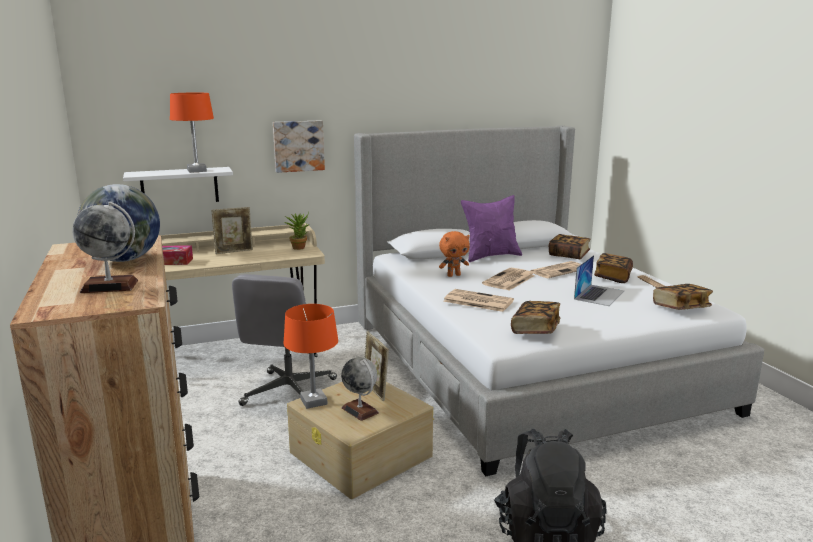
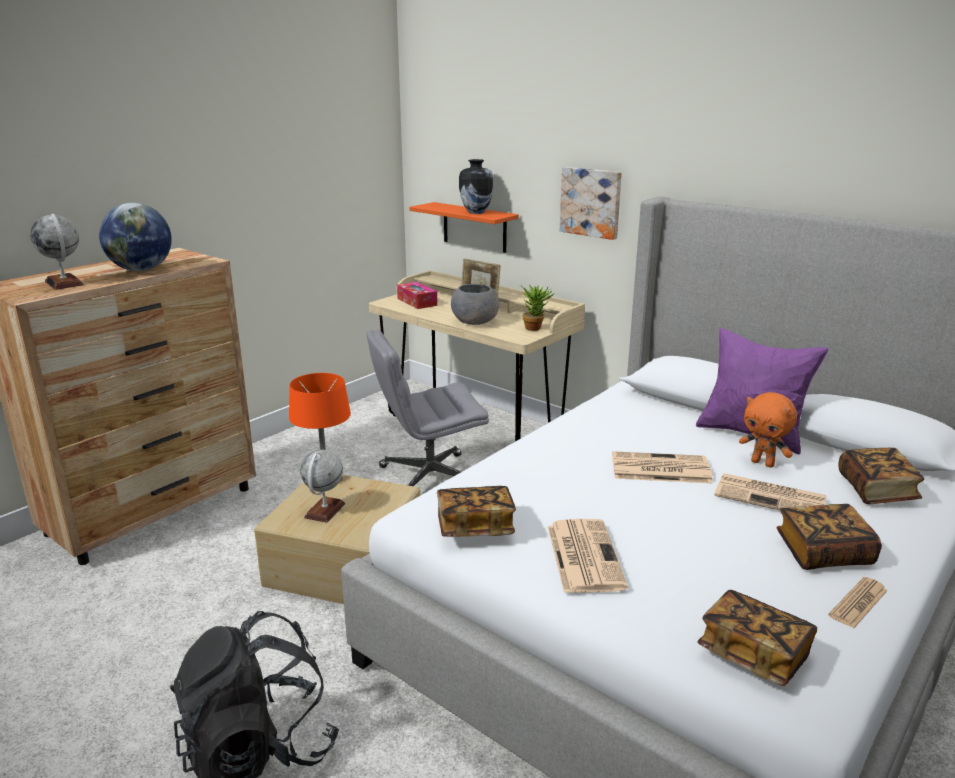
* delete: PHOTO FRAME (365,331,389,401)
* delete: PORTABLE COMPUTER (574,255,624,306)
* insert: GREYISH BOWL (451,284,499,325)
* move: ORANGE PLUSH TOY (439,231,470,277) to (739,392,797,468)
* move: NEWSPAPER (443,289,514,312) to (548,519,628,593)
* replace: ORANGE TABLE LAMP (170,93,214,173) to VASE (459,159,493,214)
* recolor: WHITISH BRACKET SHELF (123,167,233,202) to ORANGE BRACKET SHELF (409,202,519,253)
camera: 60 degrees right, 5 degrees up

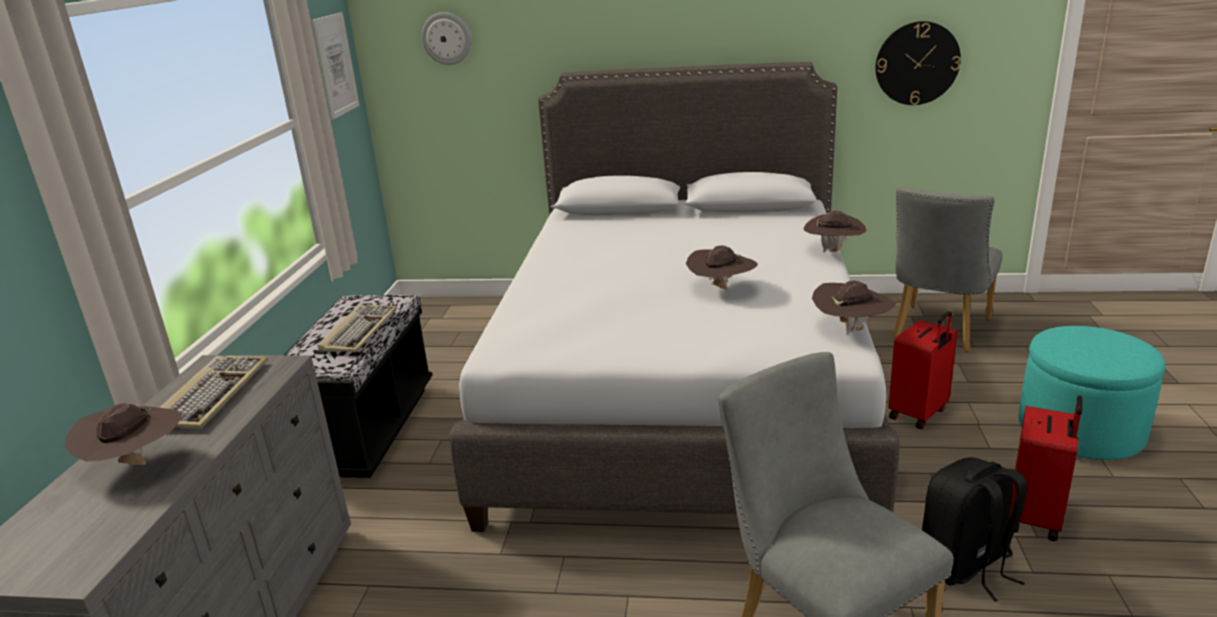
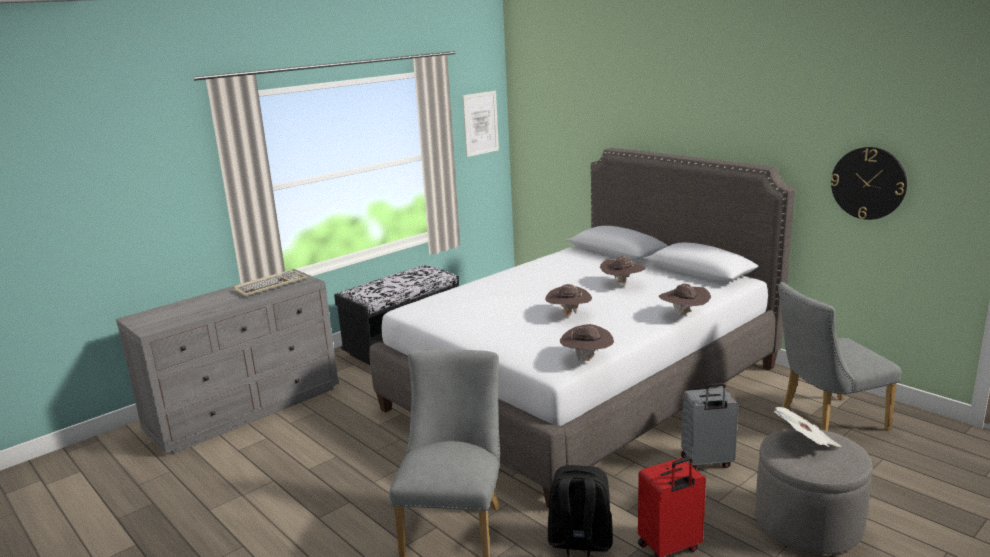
* delete: KEYBOARD (318,304,397,352)
* delete: HANGING CLOCK (422,12,471,65)
* insert: NEWSPAPER (774,407,841,447)
* move: BROWN-COLOURED CLOTHING HAT (64,403,182,465) to (600,256,646,285)
* recolor: REDDISH TRAVEL CASE (888,311,958,429) to GREYISH TRAVEL CASE (681,383,739,469)
* recolor: TURQUOISE OTTOMAN (1019,326,1165,460) to GREYISH OTTOMAN (755,428,873,554)
camera: 40 degrees right, 5 degrees down

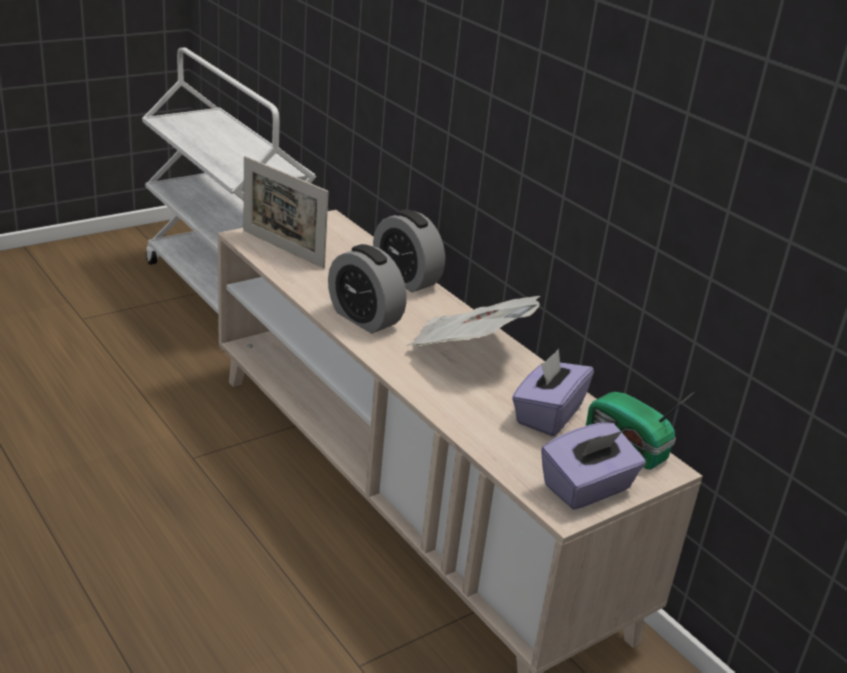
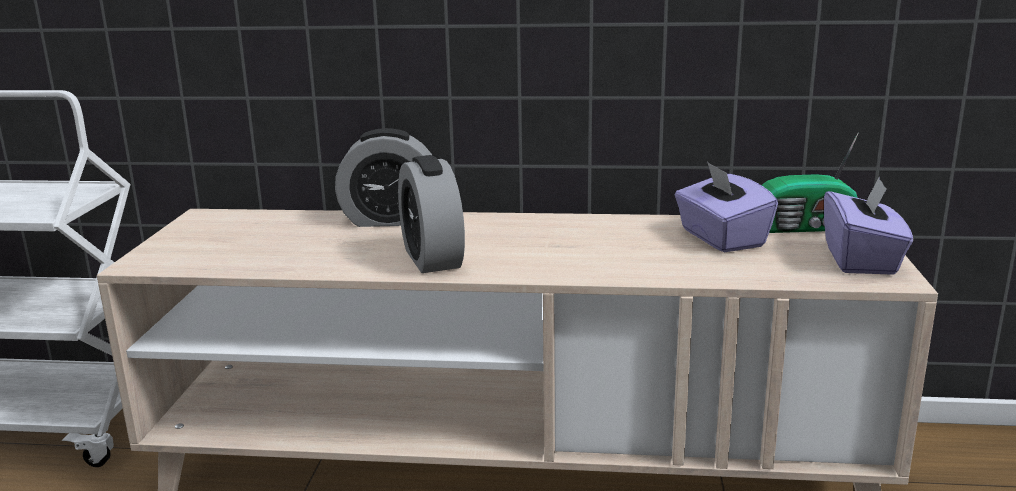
* delete: PHOTO FRAME (244,156,329,269)
* delete: NEWSPAPER (407,296,540,346)
* rotate: BEDSIDE CLOCK (328,244,407,334) = (398,155,465,273) 75 degrees clockwise
camera: 45 degrees left, 10 degrees down

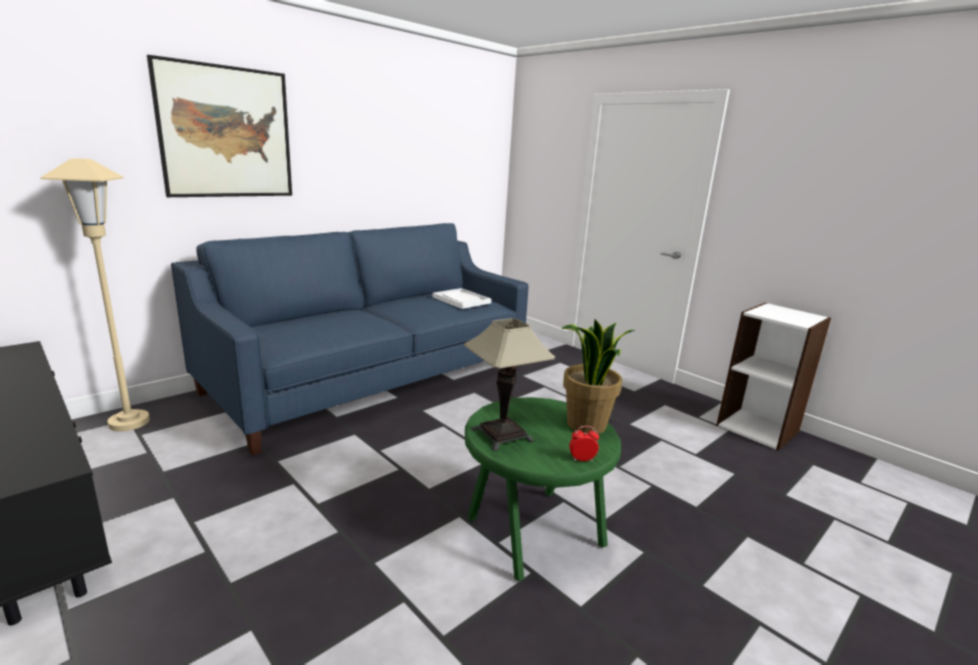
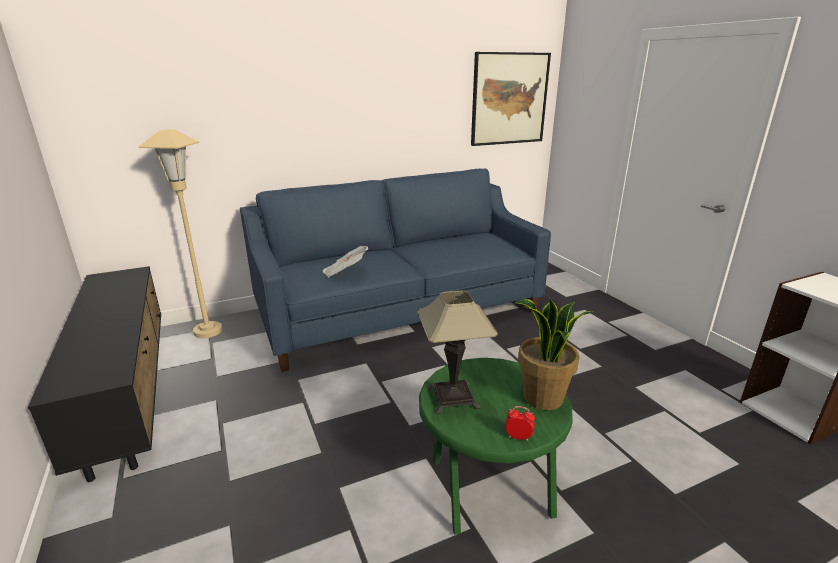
* delete: WHITISH SERVING TRAY (432,288,491,309)
* insert: NEWSPAPER (323,246,368,278)
* move: WALL ART (147,55,292,197) to (471,52,551,146)
camera: 20 degrees right, 5 degrees up

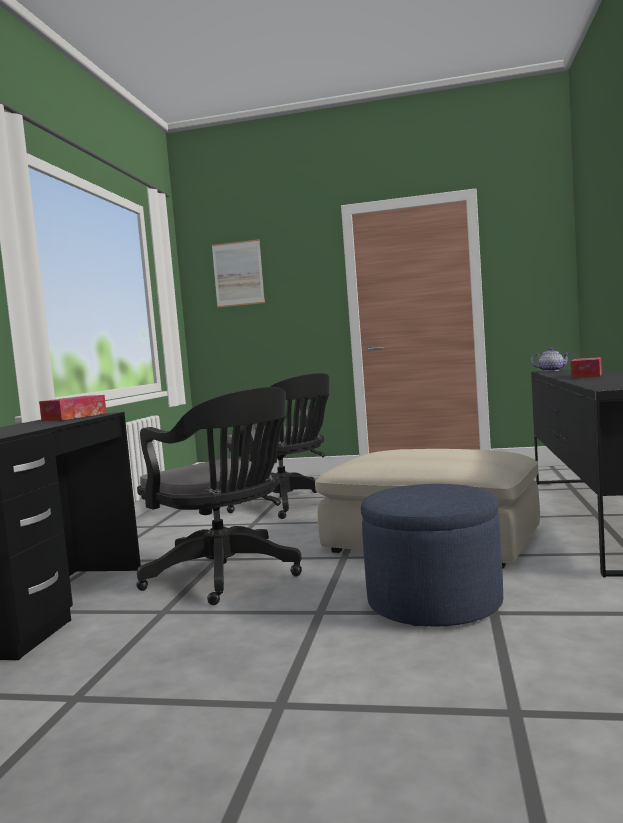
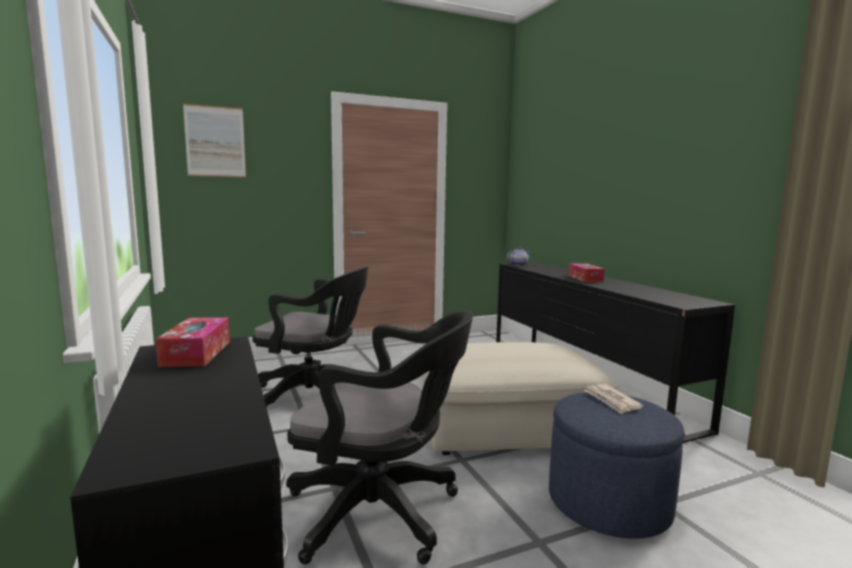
* insert: NEWSPAPER (584,384,643,414)
camera: 35 degrees left, 5 degrees up

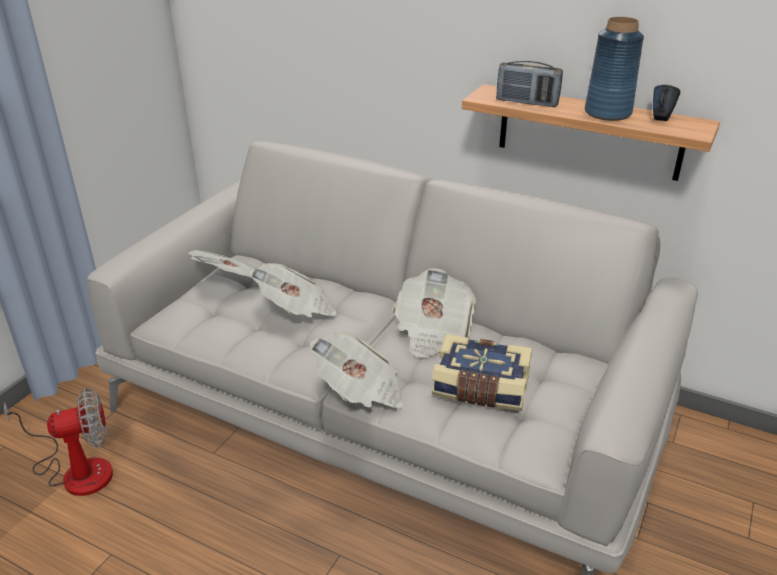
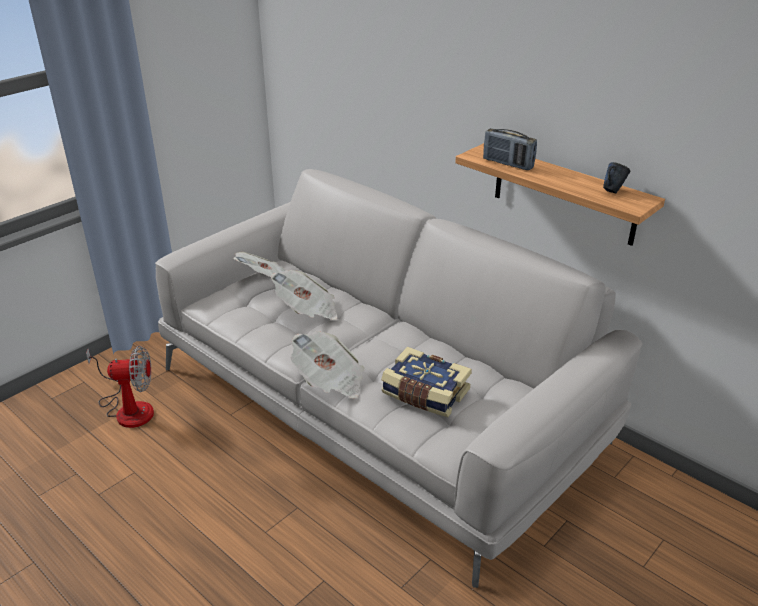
* delete: NEWSPAPER (393,268,476,358)
* delete: BLUE VASE (585,17,644,121)
camera: 15 degrees right, 0 degrees up

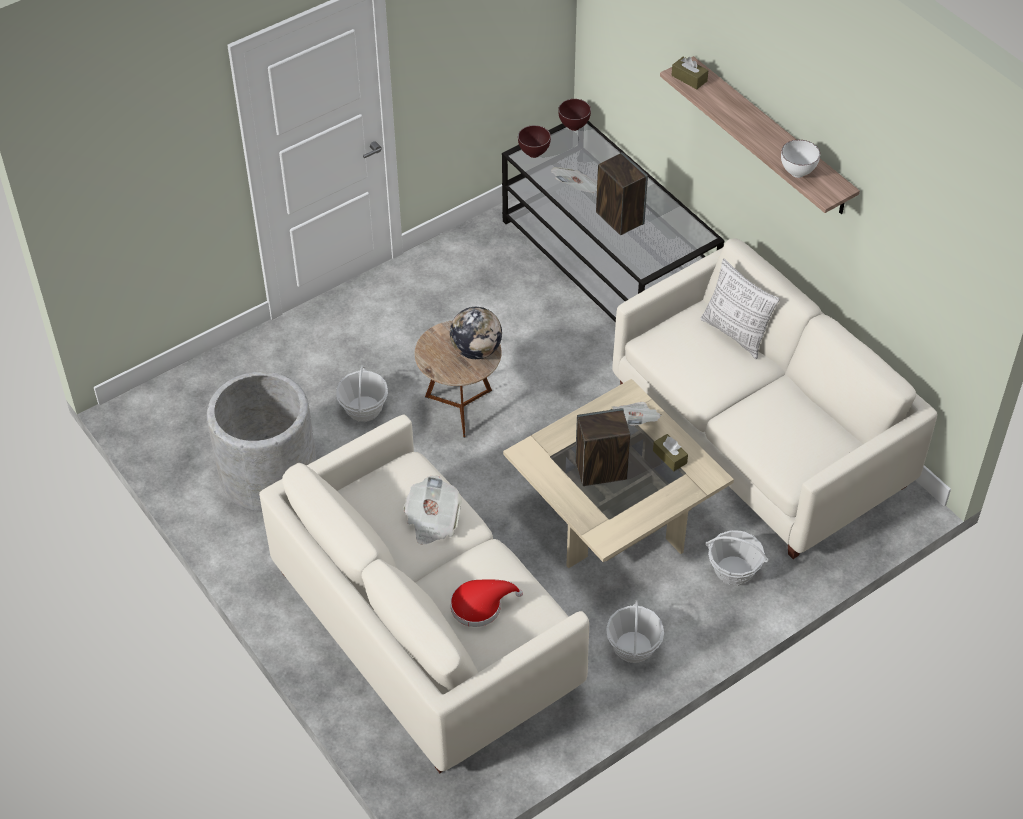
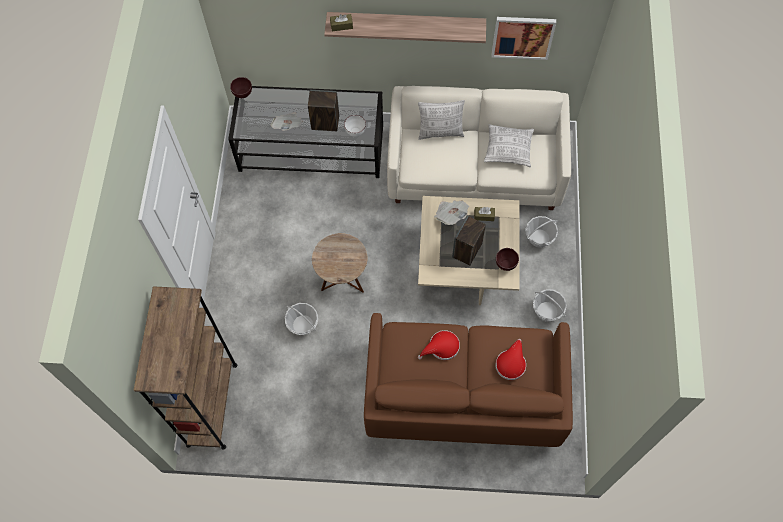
* delete: GREYISH PLANT POT (207,371,317,512)
* delete: GLOBE (450,307,502,359)
* insert: BROWN-COLOURED SHELVING UNIT (133,286,237,450)
* insert: THROW PILLOW (484,124,534,167)
* insert: WALL ART (491,17,556,60)
* move: BROWN-COLOURED BOWL (518,125,551,158) to (496,248,519,271)
* move: WHITISH BOWL (781,140,820,178) to (344,115,366,137)
* replace: NEWSPAPER (404,475,462,545) to REDDISH CLOTHING HAT (418,330,460,360)
* recolor: WHITISH COUCH (259,414,589,773) to BROWN-COLOURED COUCH (364,313,573,447)
camera: 50 degrees left, 15 degrees up

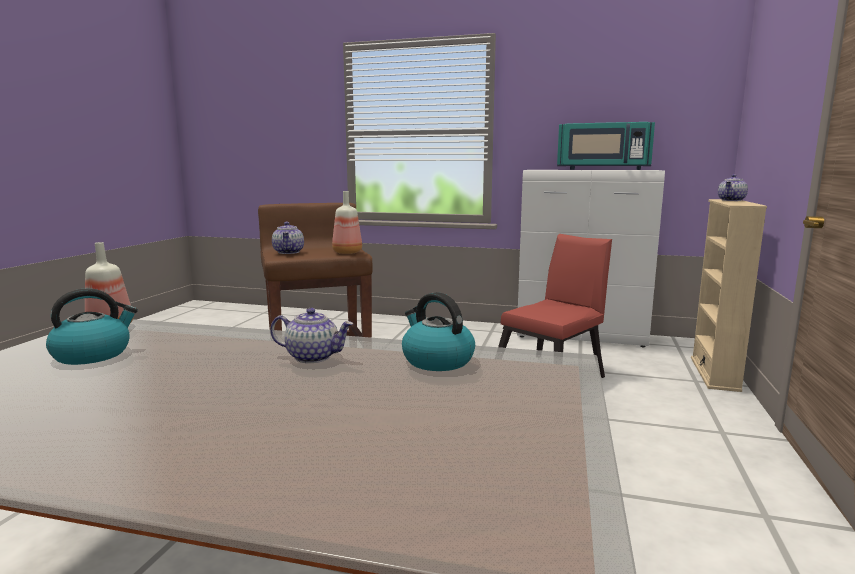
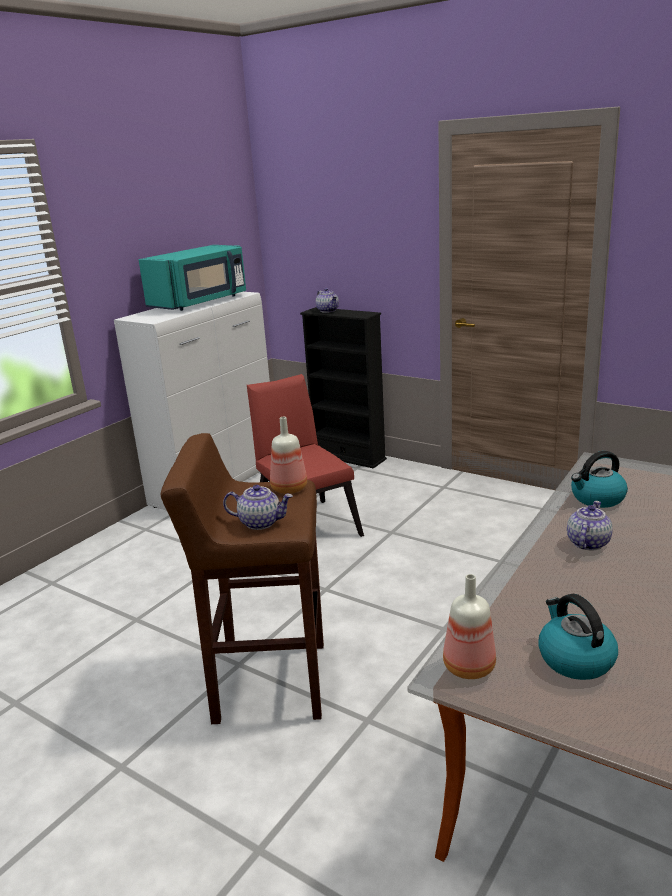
* recolor: BEIGE SHELVING UNIT (691,199,767,392) to BLACK SHELVING UNIT (300,307,387,468)
camera: 70 degrees left, 10 degrees up

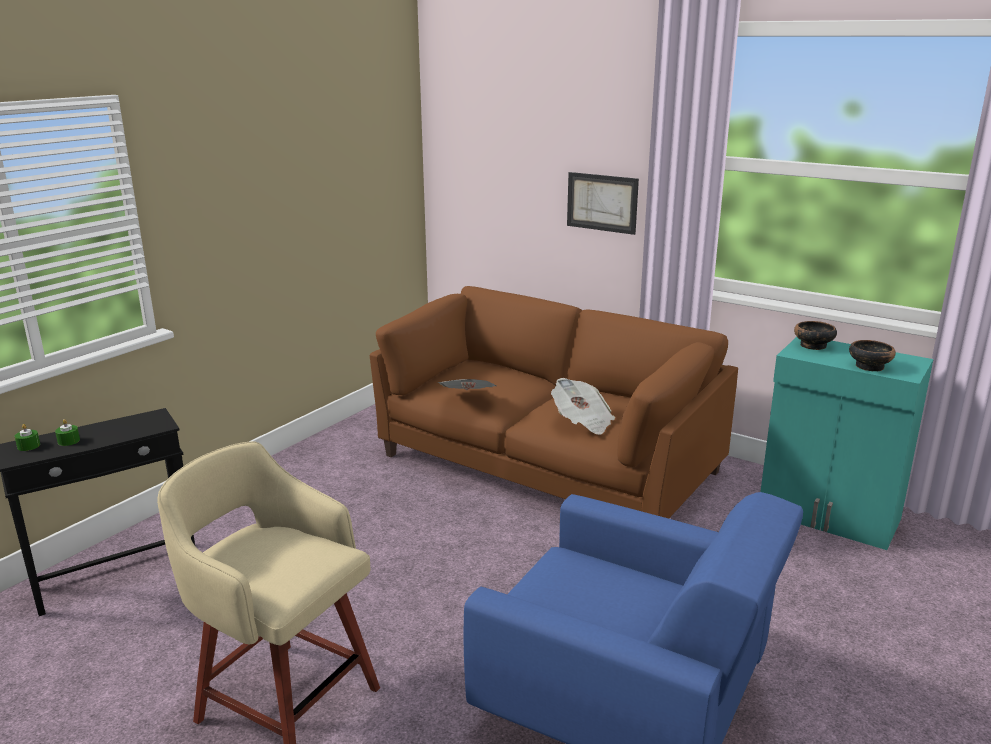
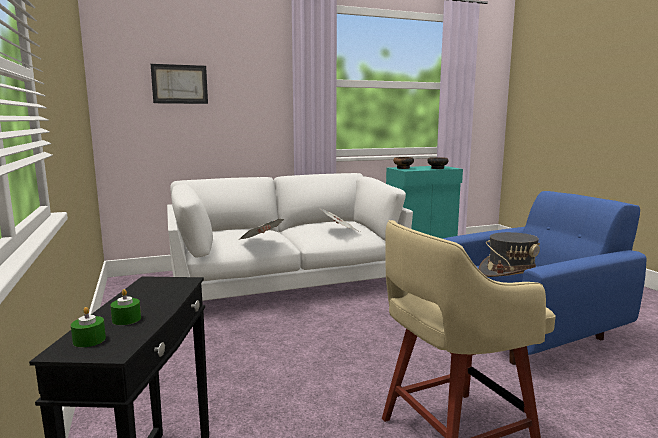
* insert: GREYISH CLOTHING HAT (479,232,540,277)
* move: WALL ART (567,172,639,235) to (151,64,208,104)
* recolor: BROWN-COLOURED COUCH (370,286,738,518) to WHITISH COUCH (167,173,413,301)
camera: 55 degrees left, 10 degrees down

